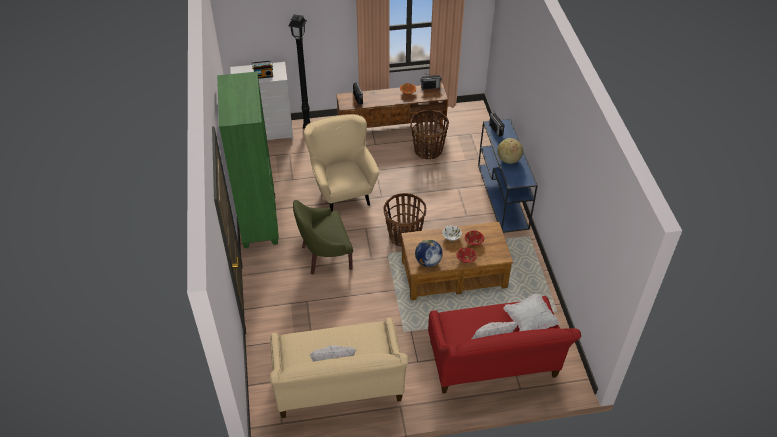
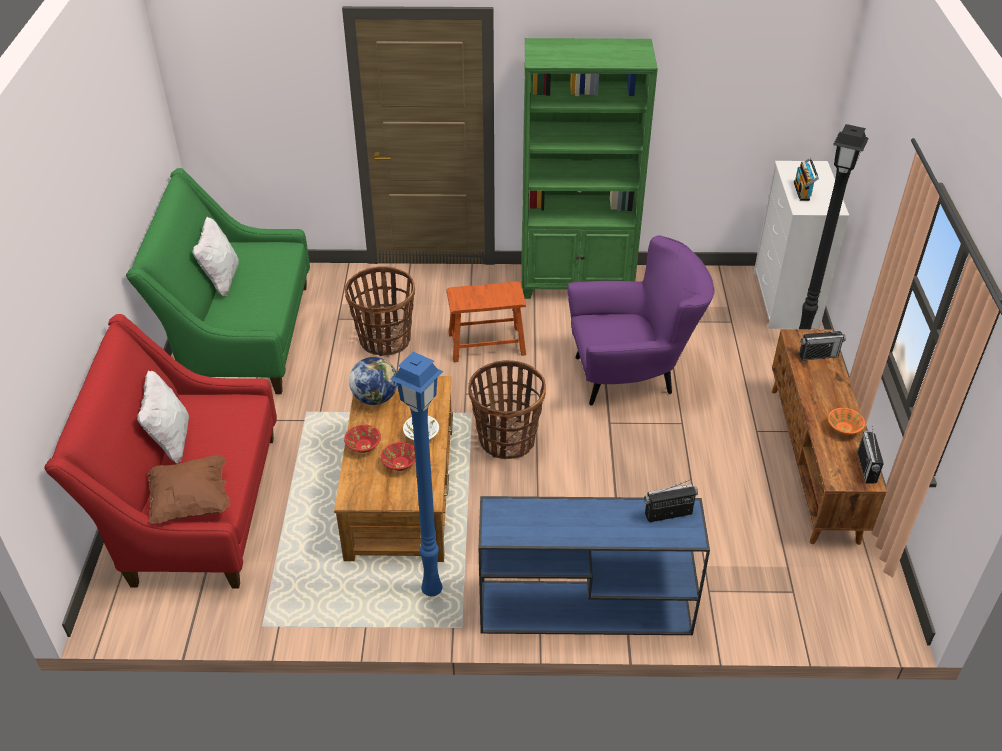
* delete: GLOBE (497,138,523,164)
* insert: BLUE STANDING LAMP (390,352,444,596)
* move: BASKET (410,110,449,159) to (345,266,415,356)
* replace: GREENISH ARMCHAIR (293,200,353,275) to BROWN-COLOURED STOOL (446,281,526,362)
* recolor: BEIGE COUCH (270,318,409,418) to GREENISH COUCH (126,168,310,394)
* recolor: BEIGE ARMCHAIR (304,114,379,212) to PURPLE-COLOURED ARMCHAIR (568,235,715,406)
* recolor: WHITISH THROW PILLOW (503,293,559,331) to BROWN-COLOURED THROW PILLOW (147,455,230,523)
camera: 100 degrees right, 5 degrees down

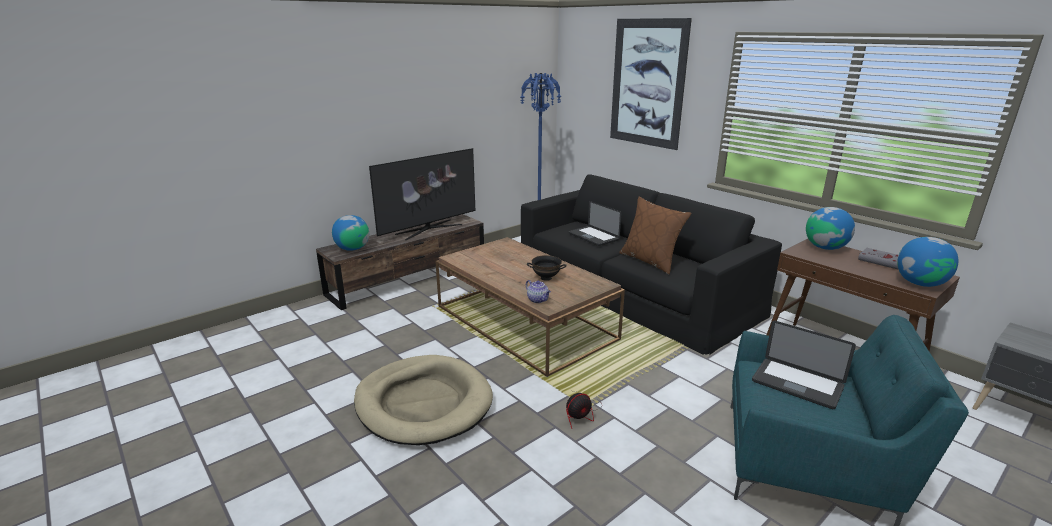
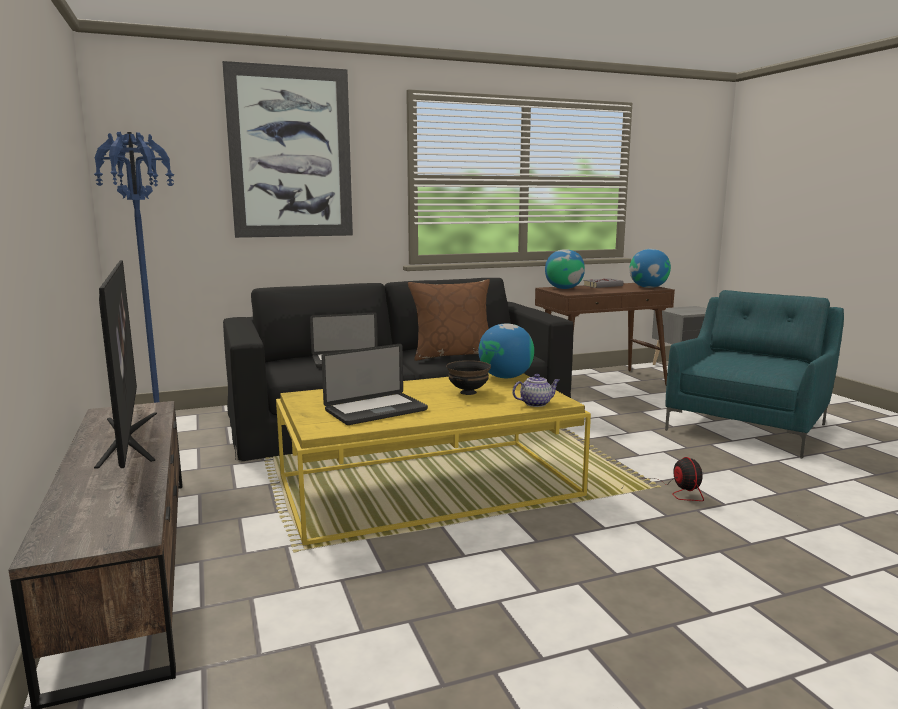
* delete: BEIGE PET BED (354,355,493,445)
* move: GLOBE (332,215,369,251) to (478,323,534,378)
* move: PORTABLE COMPUTER (752,321,856,409) to (322,344,428,425)
* recolor: BROWN-COLOURED LOW TABLE (435,237,625,377) to YELLOW LOW TABLE (276,373,591,546)
camera: 70 degrees left, 10 degrees down

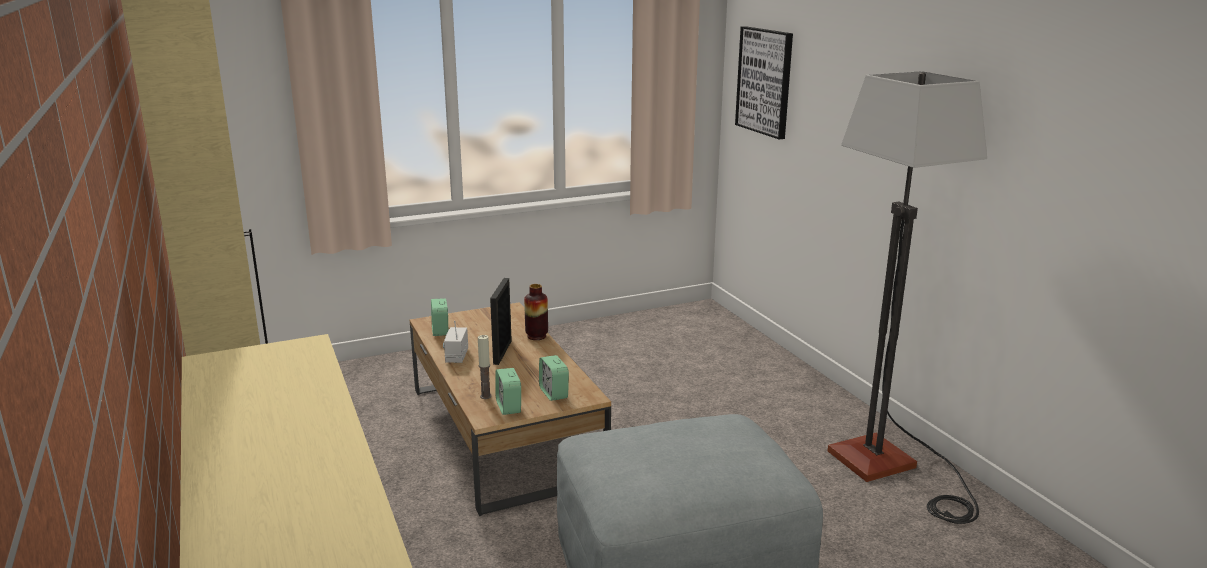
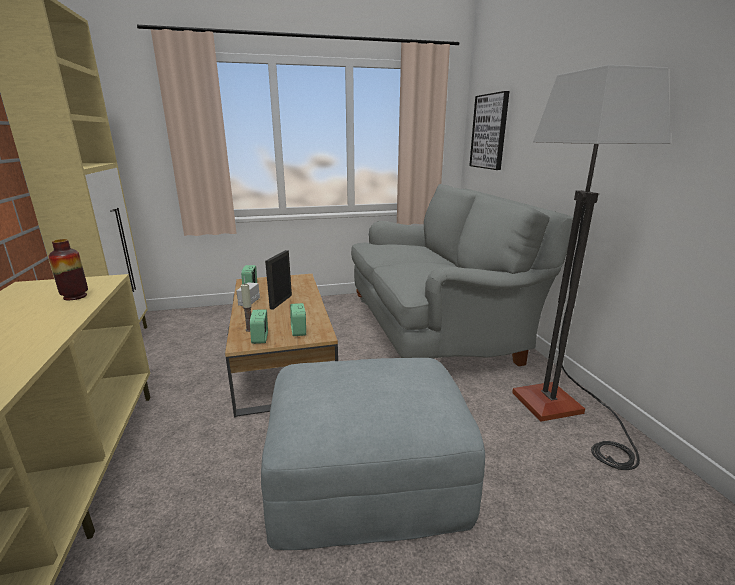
* insert: GREYISH COUCH (351,184,573,366)
* move: VASE (524,284,548,340) to (48,239,88,300)
camera: 10 degrees right, 0 degrees up

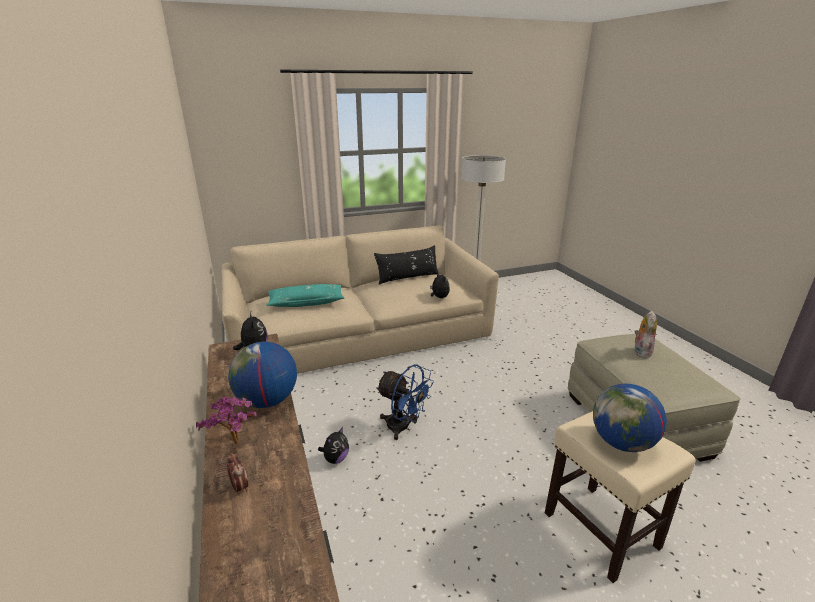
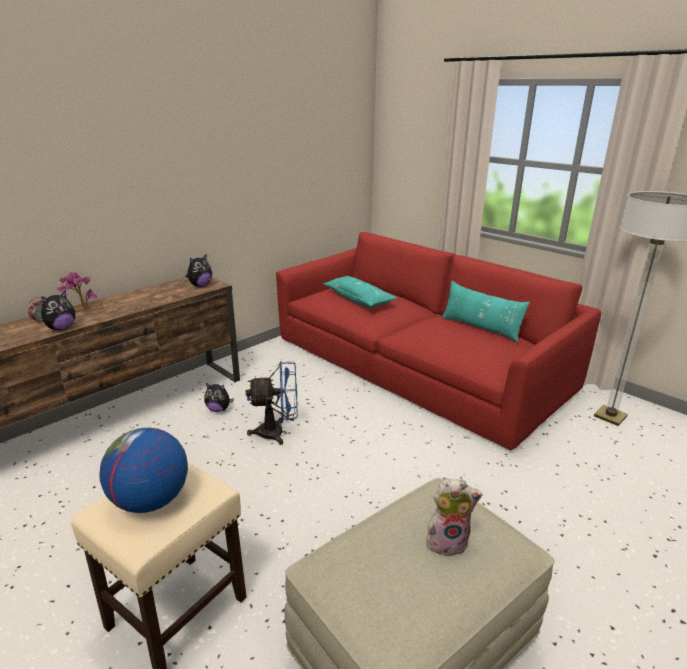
* delete: GLOBE (228,342,297,408)
* move: PLUSH TOY (430,272,450,298) to (41,291,75,330)
* recolor: BEIGE COUCH (222,225,499,374) to REDDISH COUCH (276,232,601,450)
* recolor: BLACK THROW PILLOW (374,245,438,285) to TURQUOISE THROW PILLOW (441,281,530,342)
* rotate: BLUE COOLING FAN (376,364,434,440) = (246,361,298,445) 105 degrees counterclockwise
camera: 65 degrees right, 0 degrees up

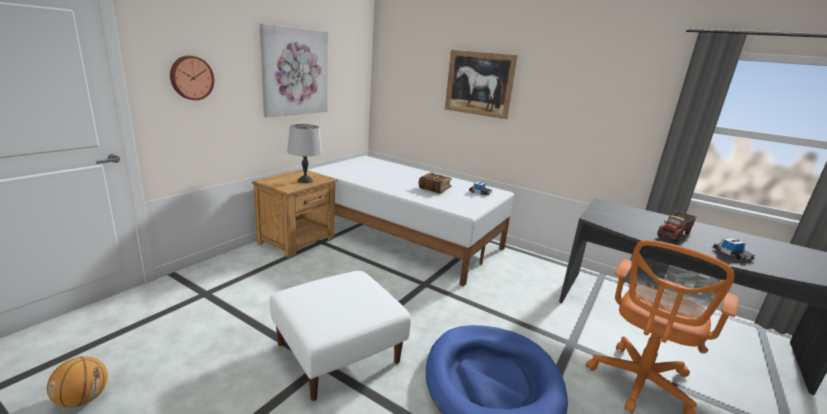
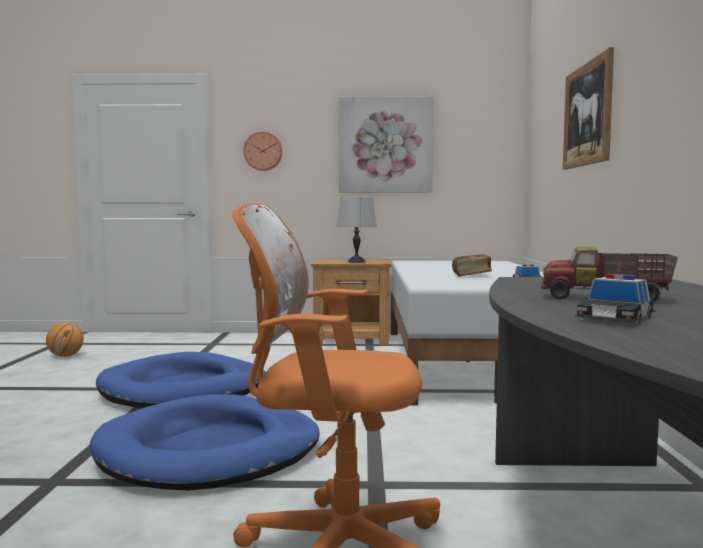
* replace: WHITISH OTTOMAN (270,271,411,401) to BLUE PET BED (96,352,266,408)
camera: 60 degrees right, 15 degrees down

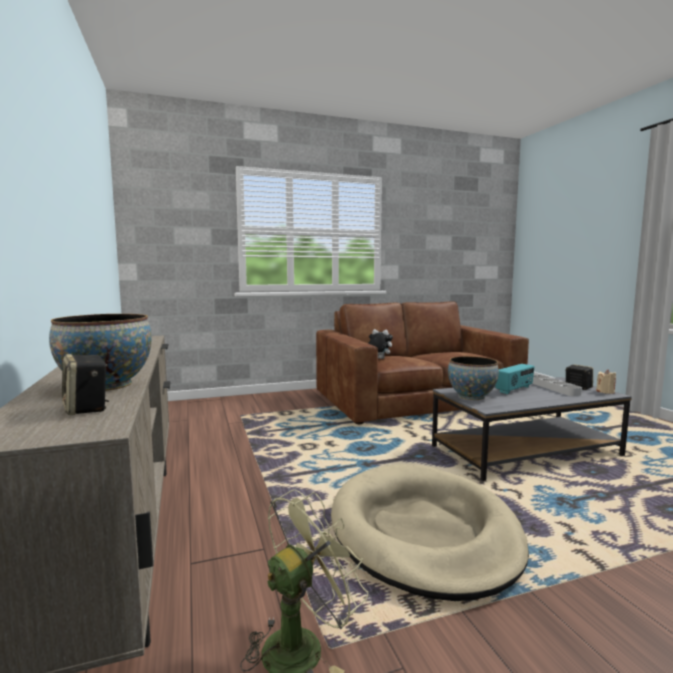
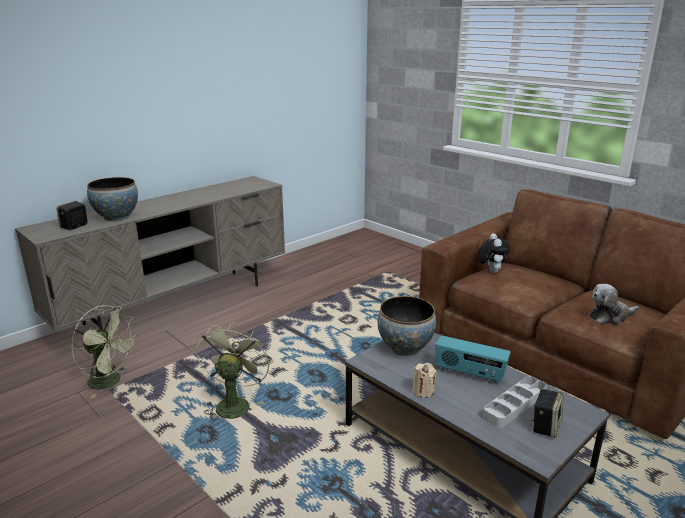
* insert: PLUSH TOY (589,284,639,325)
* move: BEIGE CANDLE (596,370,616,394) to (412,363,437,398)
* replace: BEIGE PET BED (331,464,529,601) to GREENISH COOLING FAN (196,321,272,424)
camera: 65 degrees right, 15 degrees up

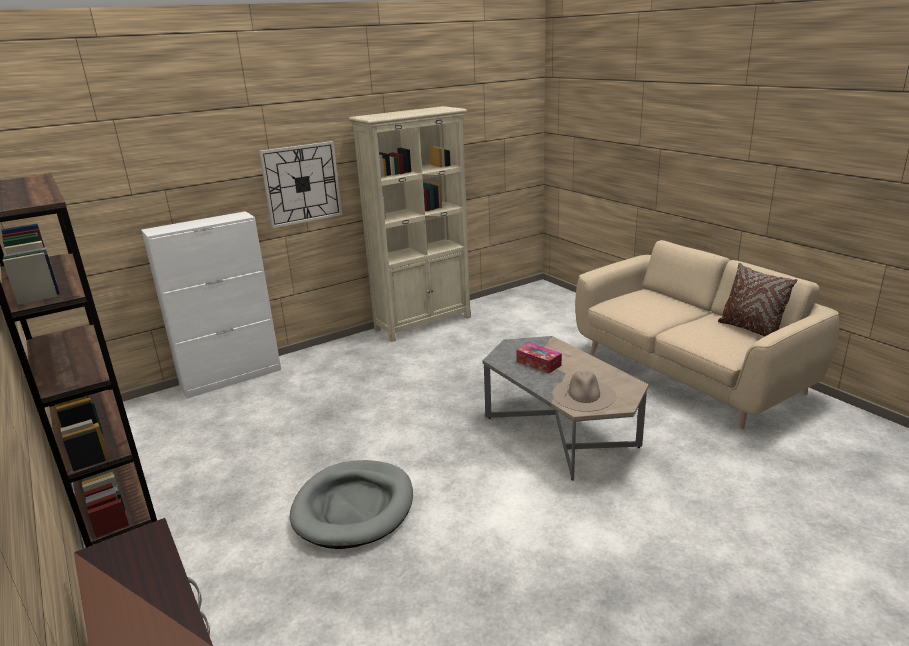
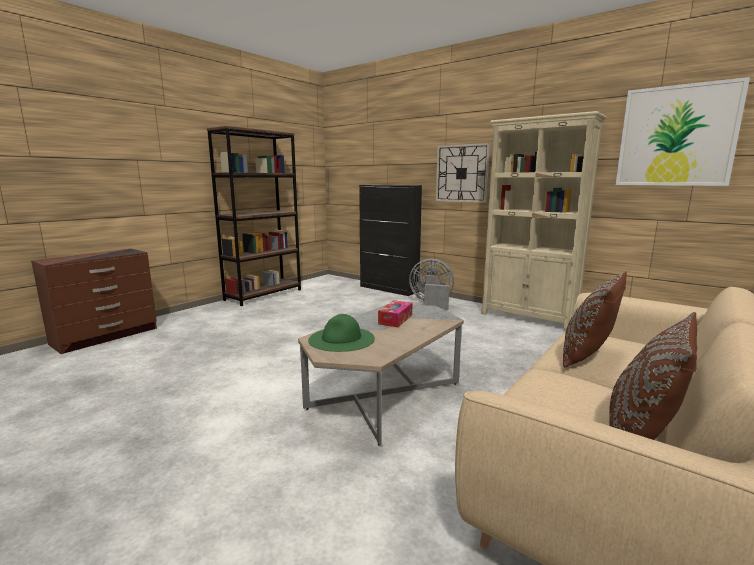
* delete: GREYISH PET BED (290,460,413,549)
* insert: GREYISH COOLING FAN (409,259,454,311)
* insert: BROWN-COLOURED THROW PILLOW (563,271,627,368)
* insert: WALL ART (616,77,750,186)
* recolor: WHITISH CUPBOARD (141,211,281,399) to BLACK CUPBOARD (359,185,422,296)
* recolor: BEIGE CLOTHING HAT (552,371,616,412) to GREENISH CLOTHING HAT (308,314,375,352)
camera: 70 degrees right, 10 degrees down

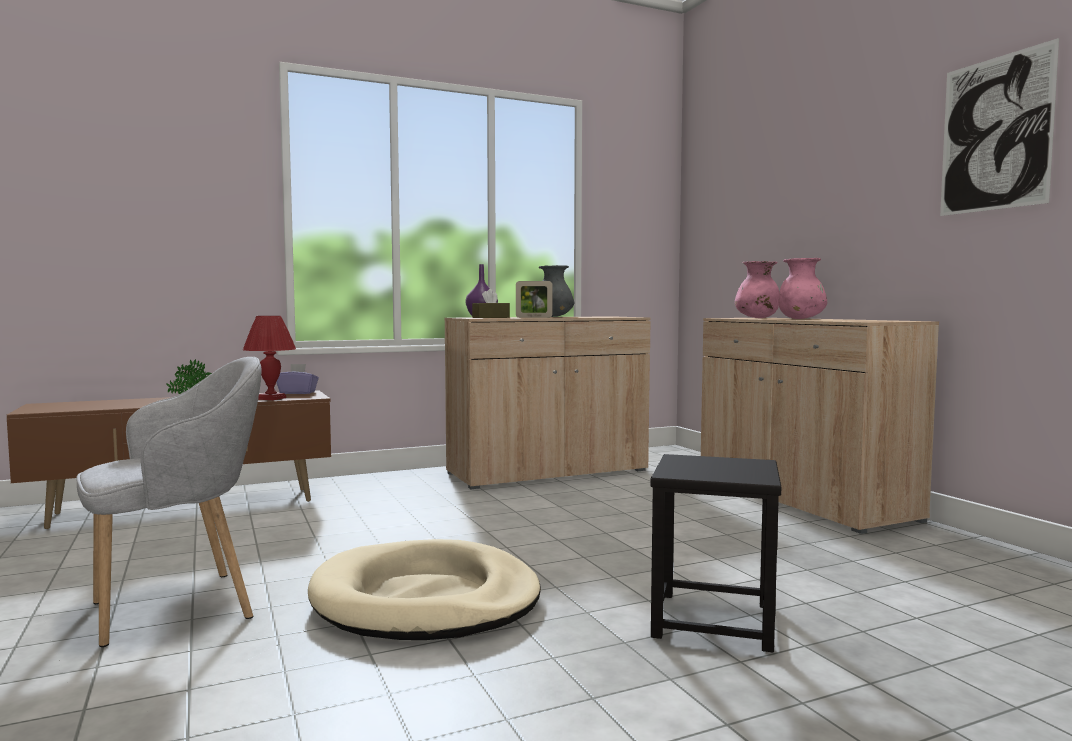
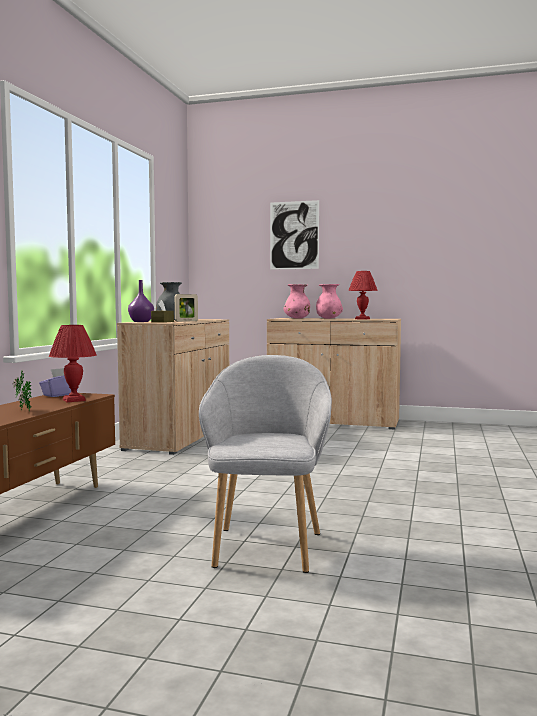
* delete: BEIGE PET BED (308,539,541,640)
* delete: BLACK STOOL (650,454,781,652)
* insert: REDDISH TABLE LAMP (348,271,378,319)
* move: WALL ART (940,38,1059,216) to (270,200,319,270)
camera: 50 degrees left, 0 degrees up

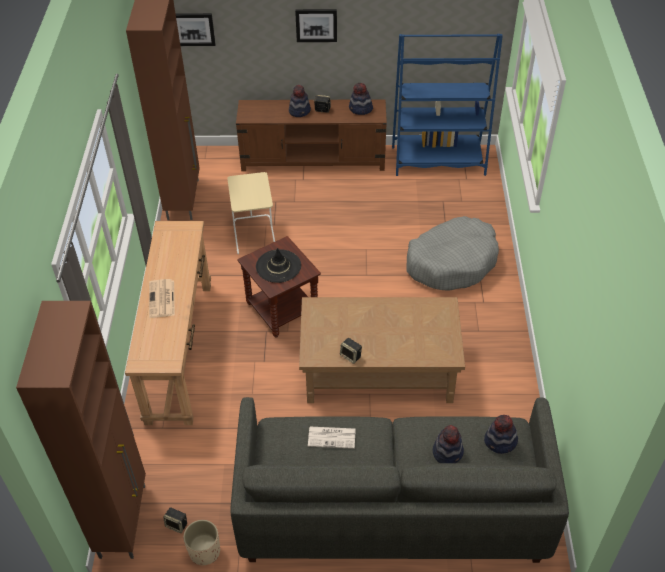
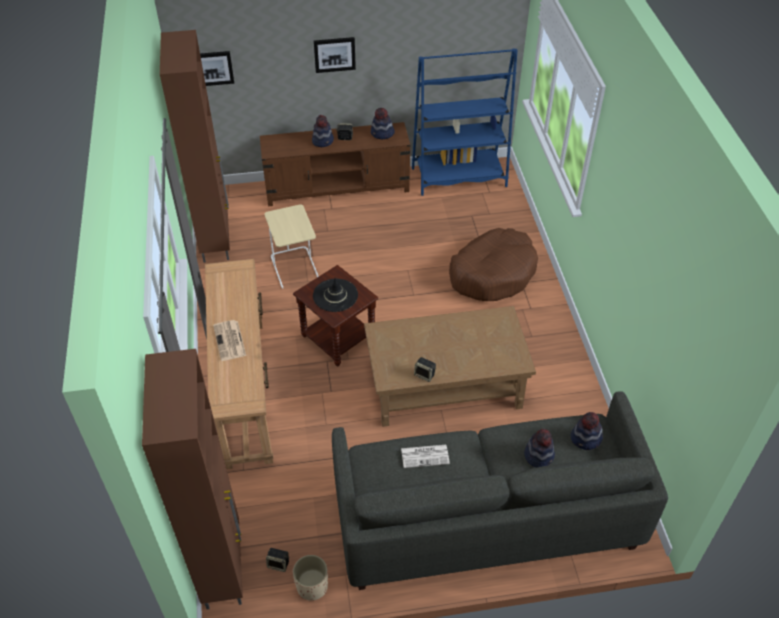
* recolor: GREYISH PET BED (406,216,499,291) to BROWN-COLOURED PET BED (449,228,538,301)
camera: 10 degrees left, 0 degrees up

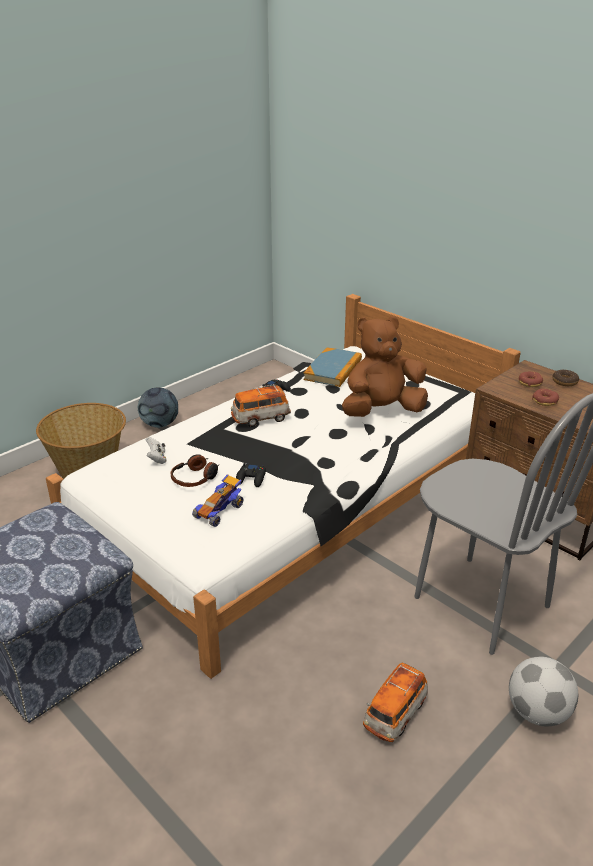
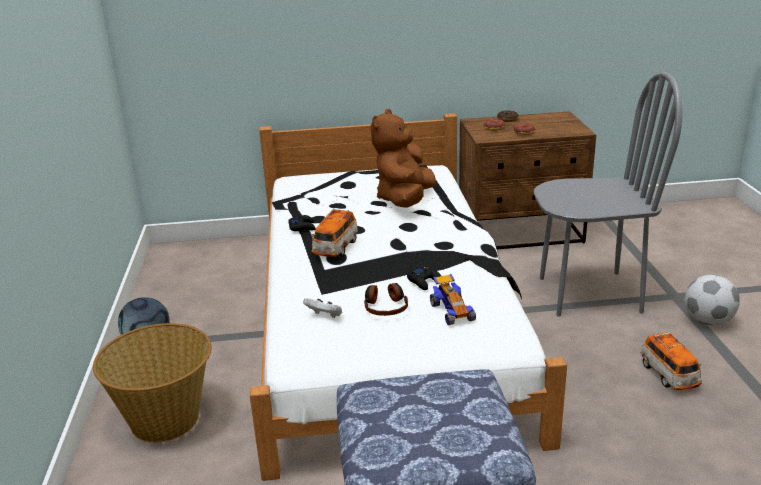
* delete: VOLUME (304,347,362,387)
camera: 50 degrees left, 5 degrees down

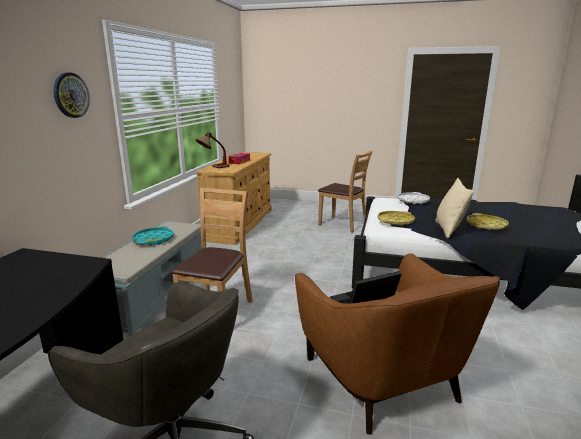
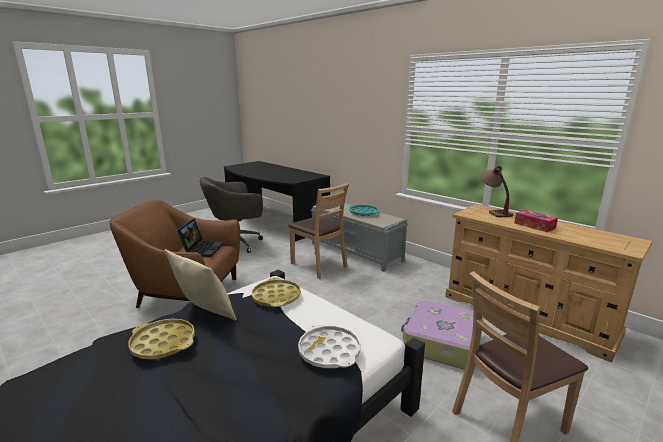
* delete: HANGING CLOCK (54,73,90,118)
* insert: TRAVEL CASE (401,300,484,370)
camera: 120 degrees right, 0 degrees up

